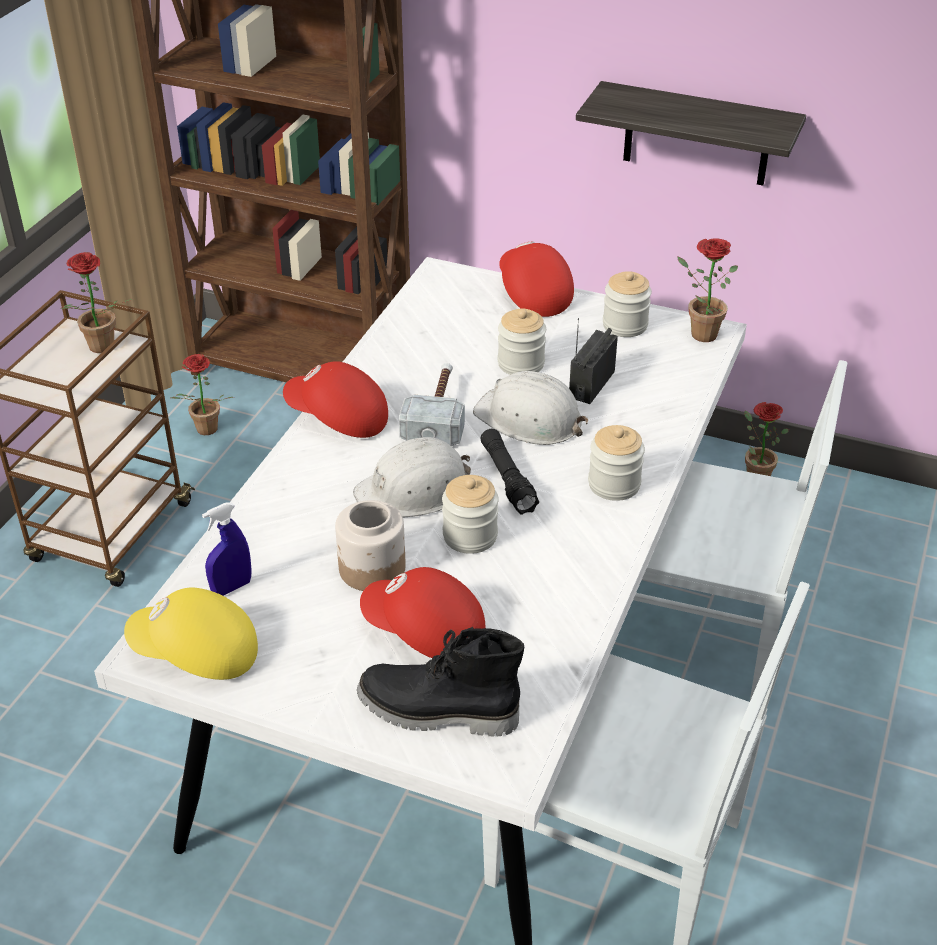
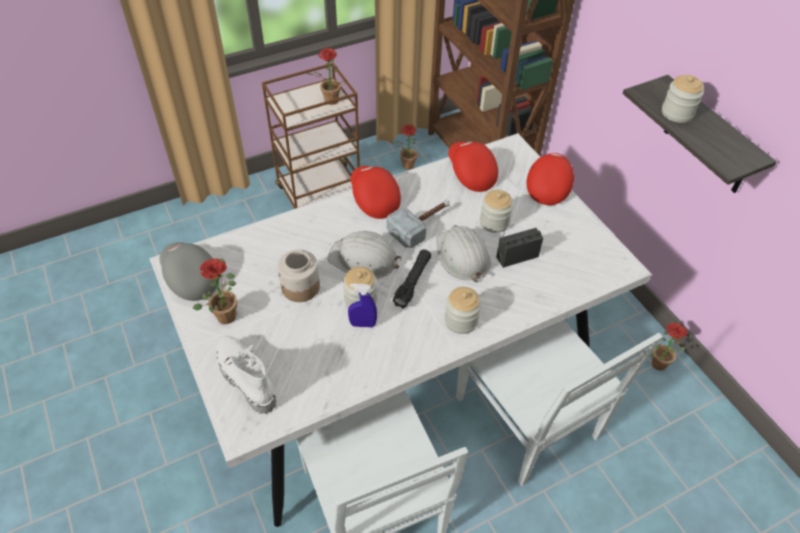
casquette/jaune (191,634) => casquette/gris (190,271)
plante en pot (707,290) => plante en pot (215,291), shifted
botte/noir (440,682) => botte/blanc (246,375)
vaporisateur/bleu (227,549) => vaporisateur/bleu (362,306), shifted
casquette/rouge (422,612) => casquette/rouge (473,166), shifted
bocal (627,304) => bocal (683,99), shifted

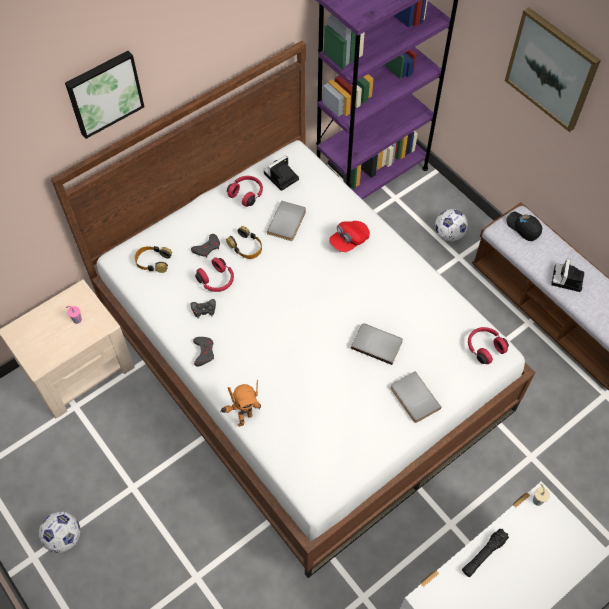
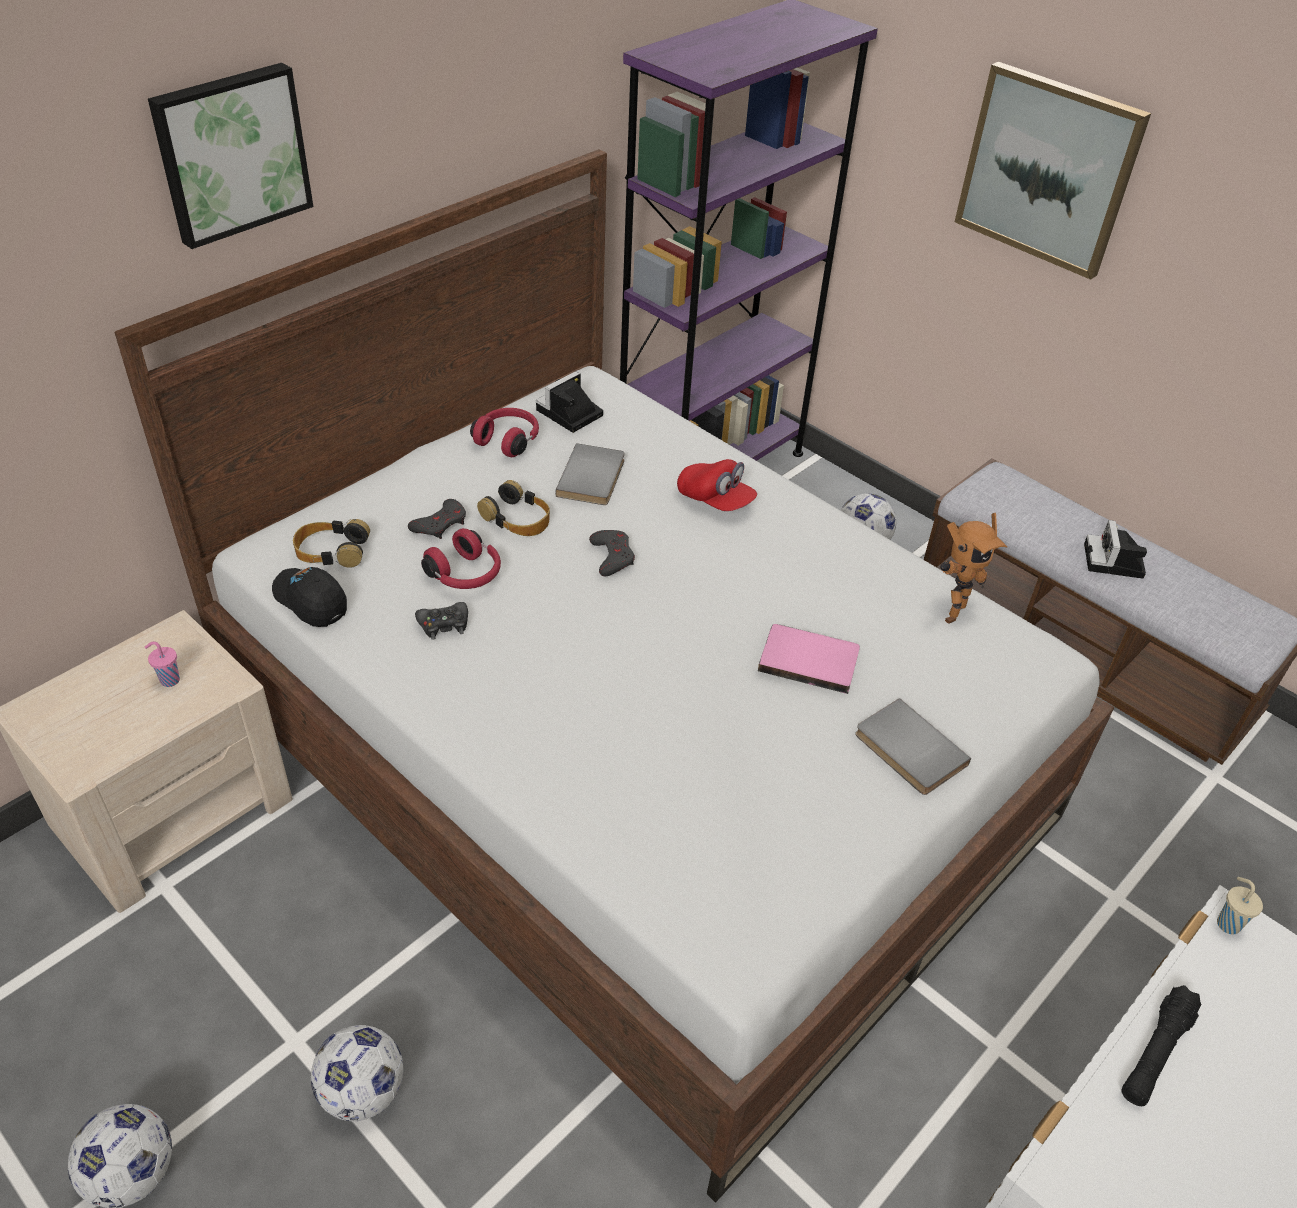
casquette/noir (524,226) => casquette/noir (309,597), shifted
nothing => ballon de foot (357,1073)
manette/gris (203,351) => manette/gris (612,553), shifted
casquette/rouge (349,236) => casquette/rouge (717,485), 90 degrees counterclockwise
livre/gris (377,344) => livre/rose (809,659)
robot jouet (240,403) => robot jouet (973,568), shifted
casque audio/rouge (488,345) => nothing

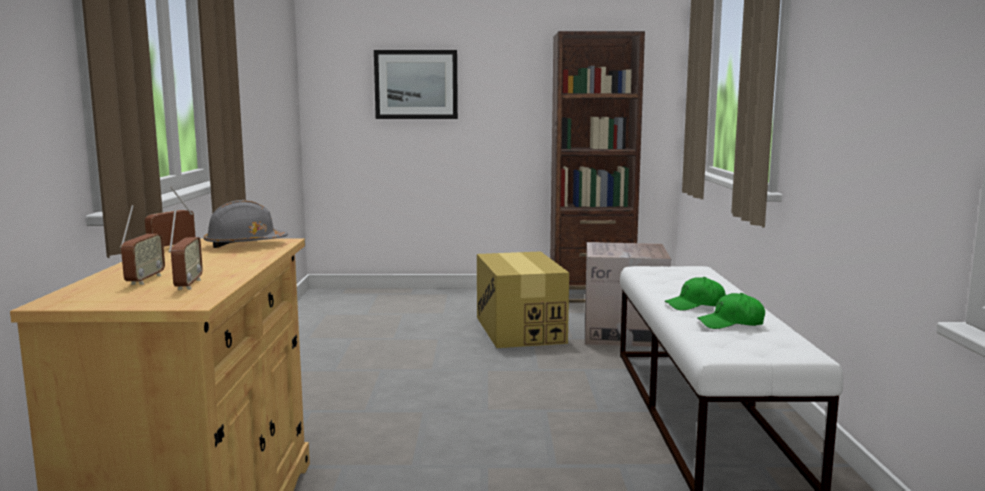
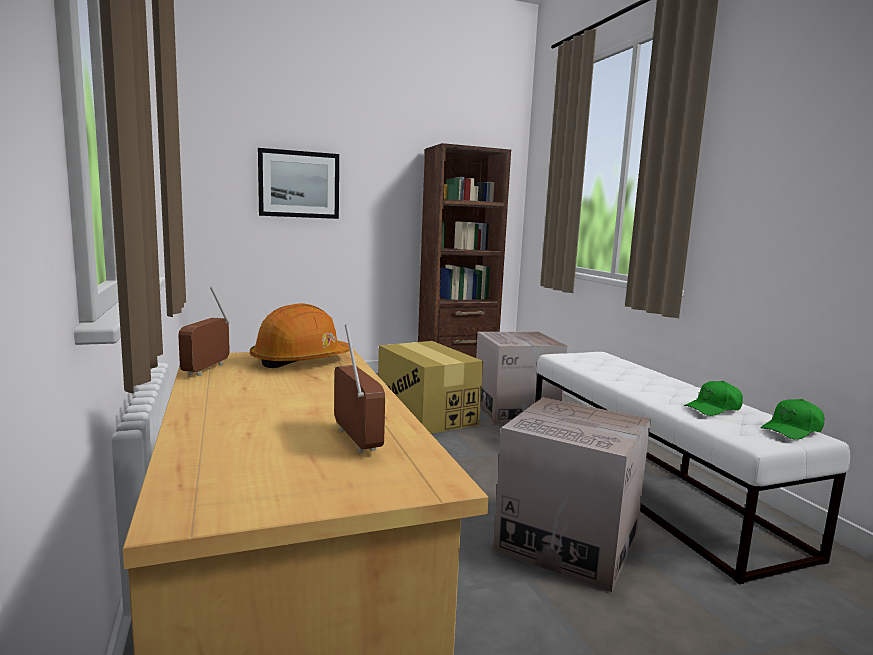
casque de chantier/gris (246,224) => casque de chantier/orange (300,335)
nothing => carton (572,495)
casquette/vert (695,293) => casquette/vert (792,419), shifted
radio (142,245) => nothing

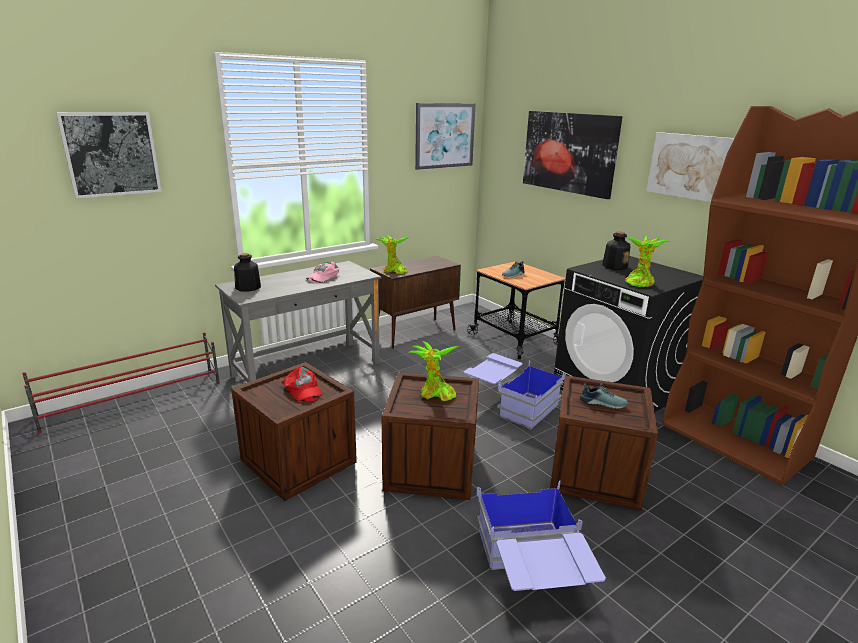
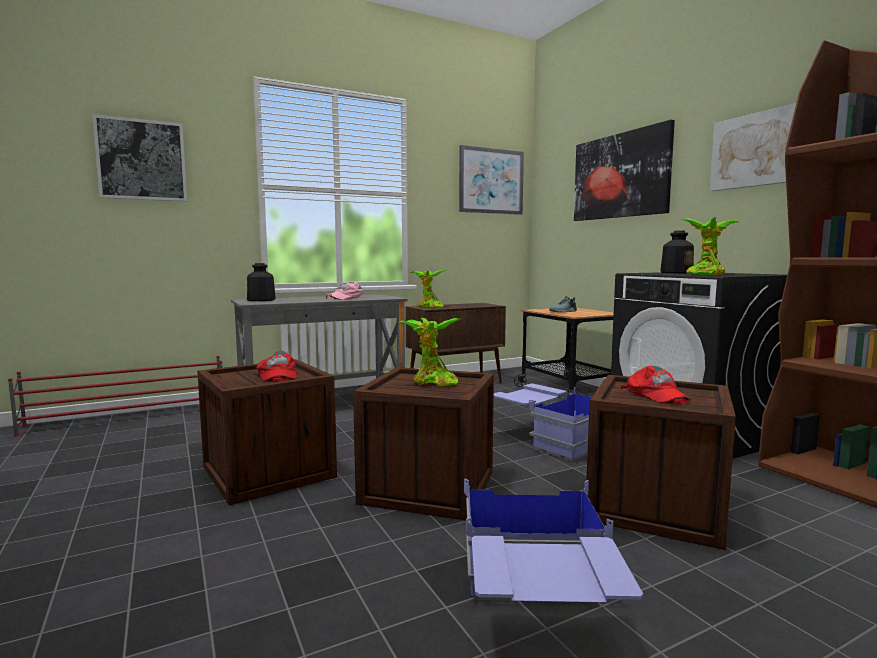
chaussure (604,396) => casquette/rouge (656,385)

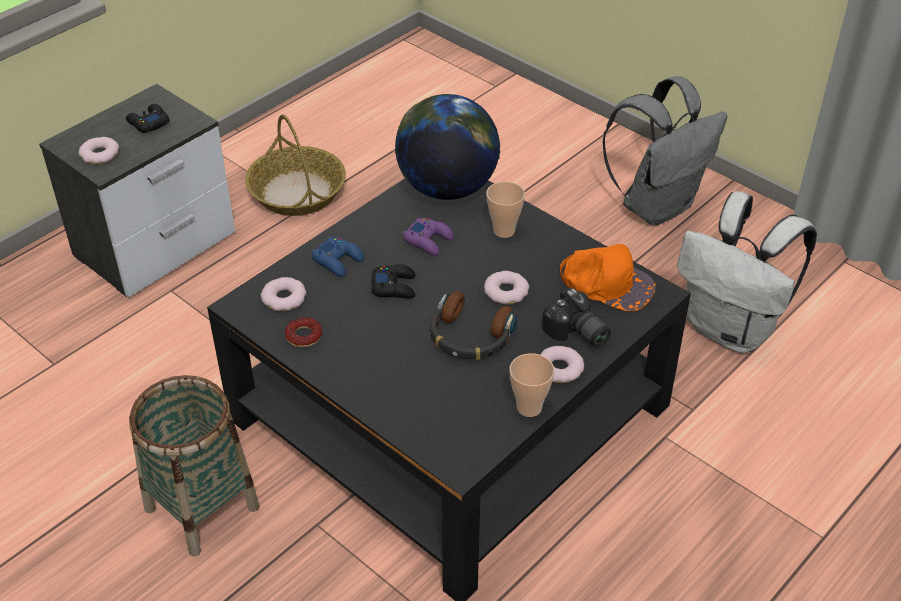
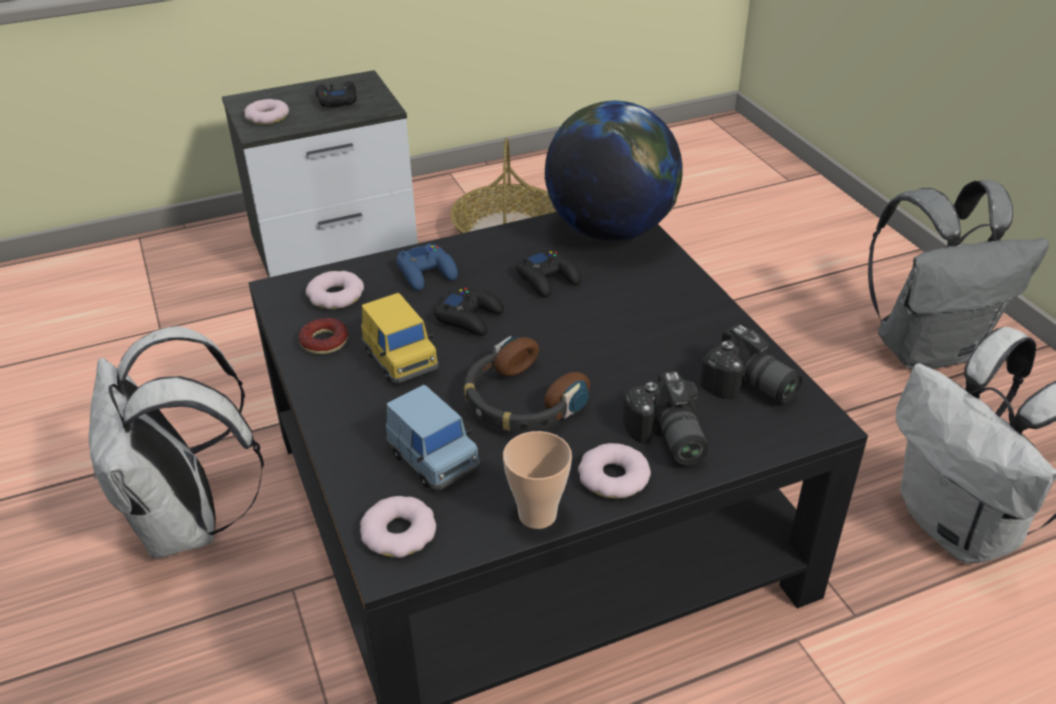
panier (194,465) => sac à dos/blanc (176,442)
beignet (506,287) => beignet (398,527), shifted
nothing => petite voiture/jaune (400,338)
nothing => petite voiture/bleu (433,437)
manette/violet (428,237) => manette/noir (548,273)
casquette/orange (608,278) => appareil photo (751,363)
tasse (505,209) => nothing

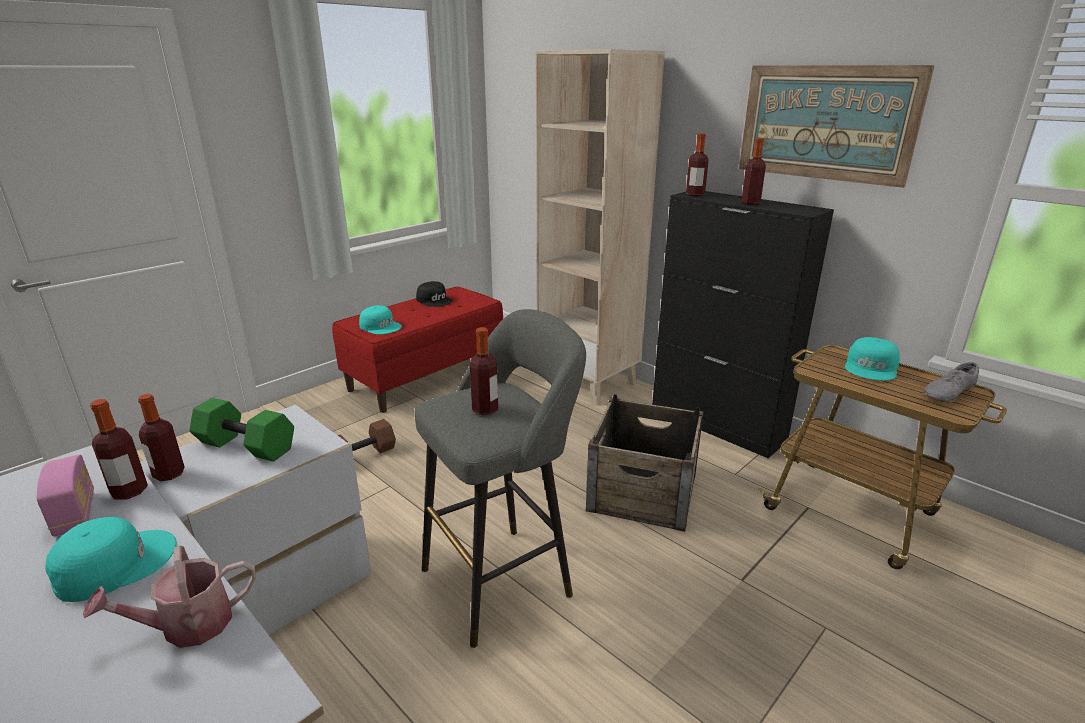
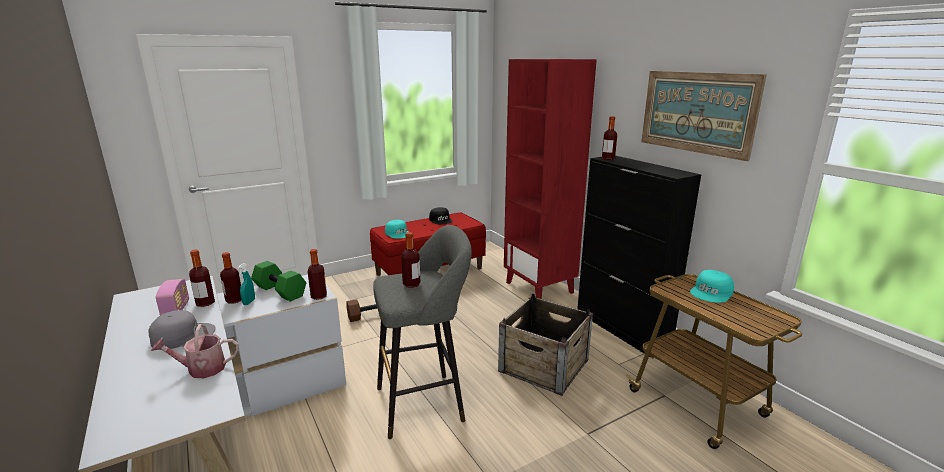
casquette/turquoise (111,559) => casquette/gris (182,330)
nothing => vaporisateur/turquoise (246,284)
bouteille (753,171) => bouteille (317,274), shifted
bibliothèque/beige (600,227) => bibliothèque/rouge (550,179)
chaussure/gris (951,382) => nothing

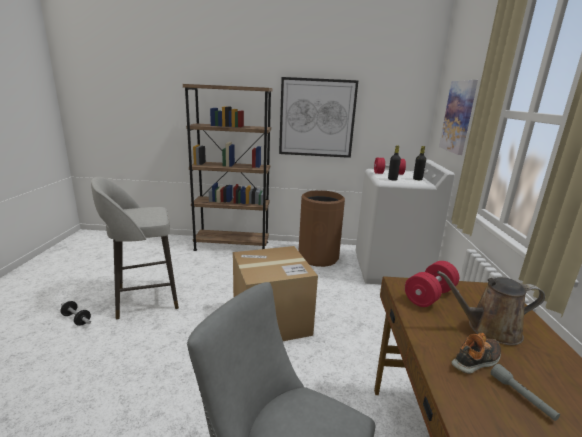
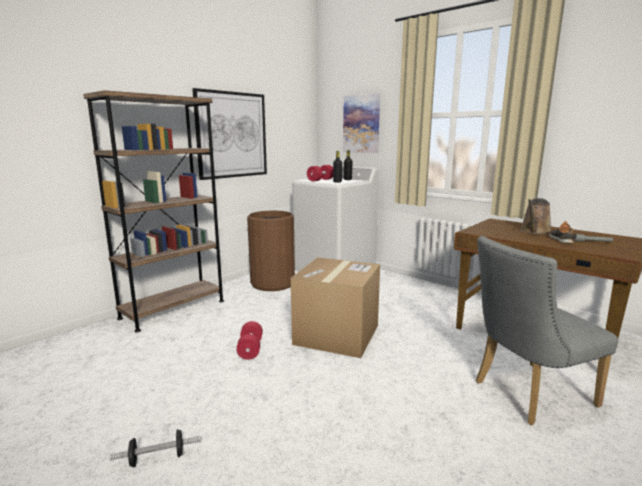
haltère/rouge (432,284) => haltère/rouge (249,340), shifted
tabouret/gris (135,248) => nothing

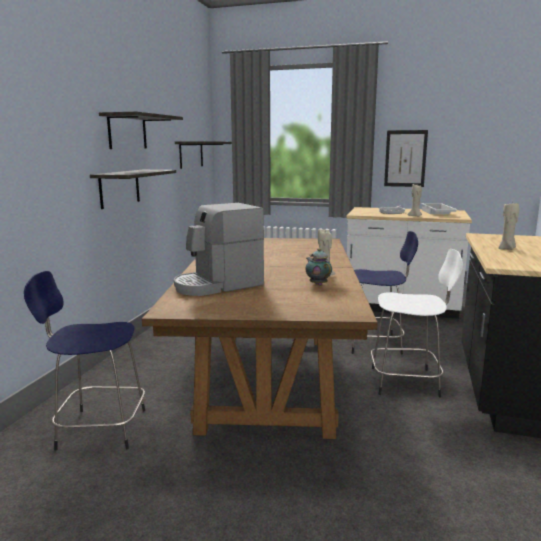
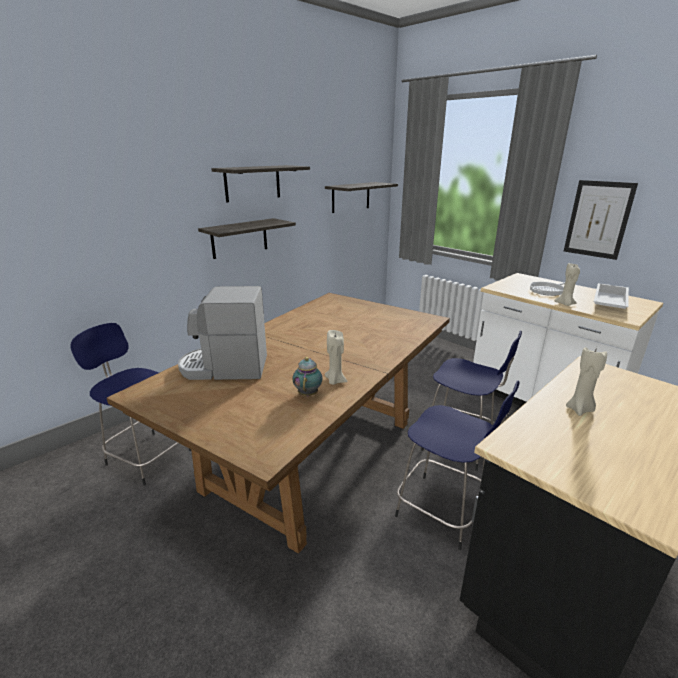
tabouret/blanc (417,323) => tabouret/bleu (457,465)

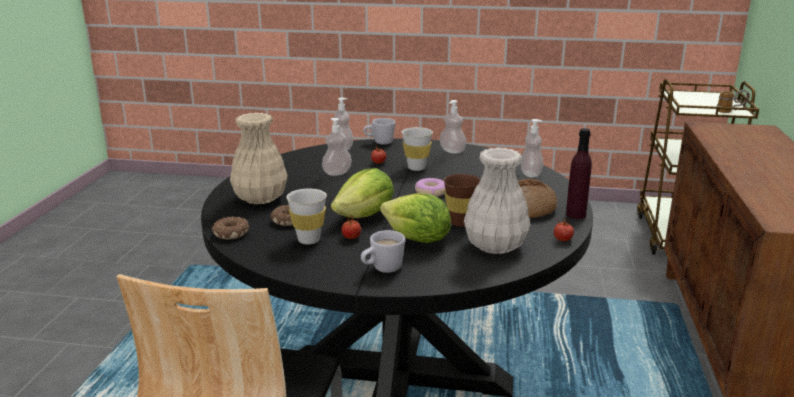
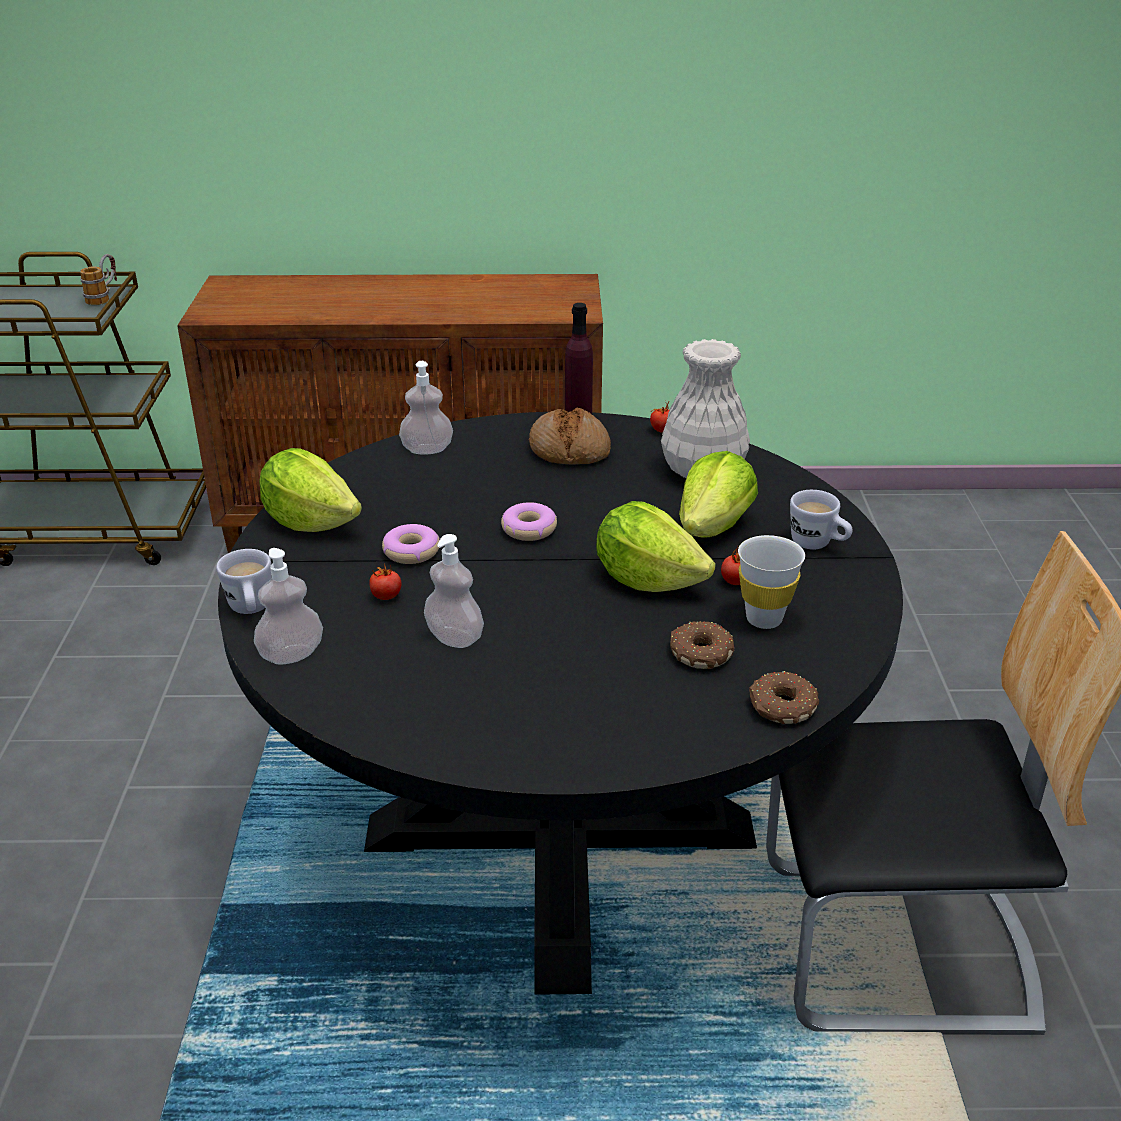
distributeur de savon (453,126) => laitue (310,490)
tasse/blanc (417,149) => beignet (411,544)
vase/beige (259,158) => nothing
tasse/marron (462,200) => nothing

